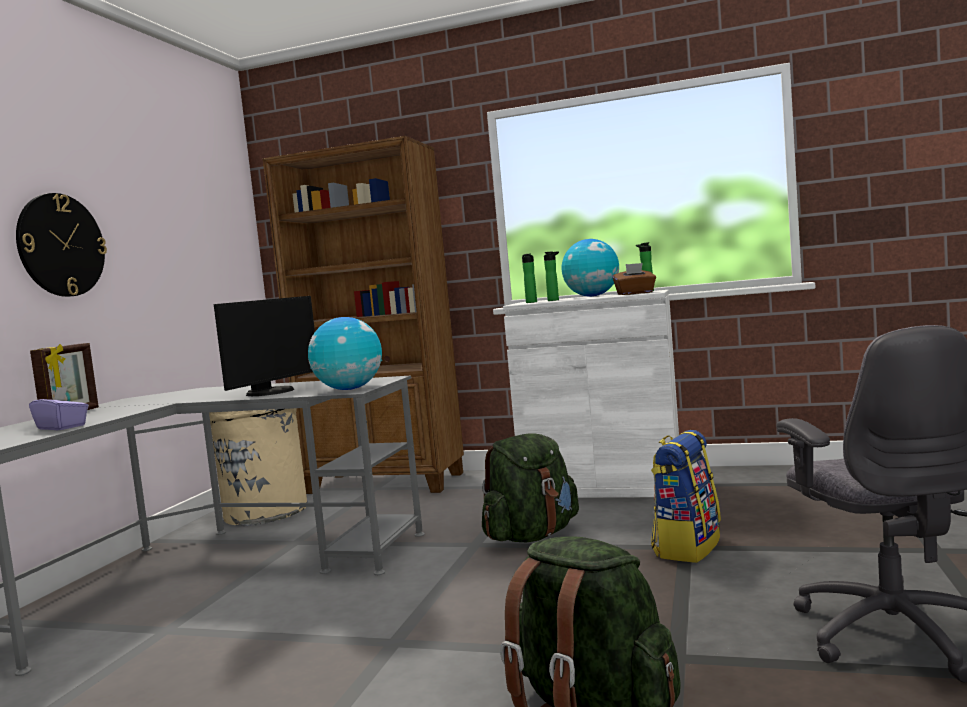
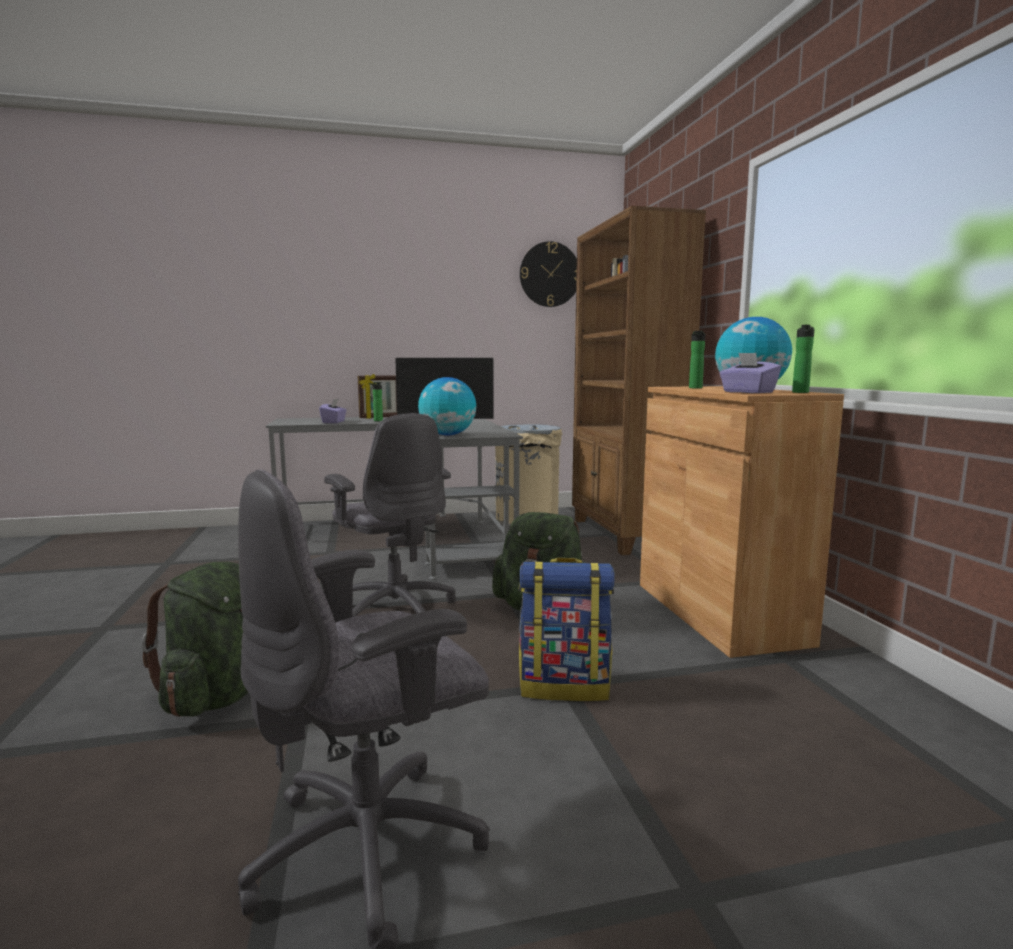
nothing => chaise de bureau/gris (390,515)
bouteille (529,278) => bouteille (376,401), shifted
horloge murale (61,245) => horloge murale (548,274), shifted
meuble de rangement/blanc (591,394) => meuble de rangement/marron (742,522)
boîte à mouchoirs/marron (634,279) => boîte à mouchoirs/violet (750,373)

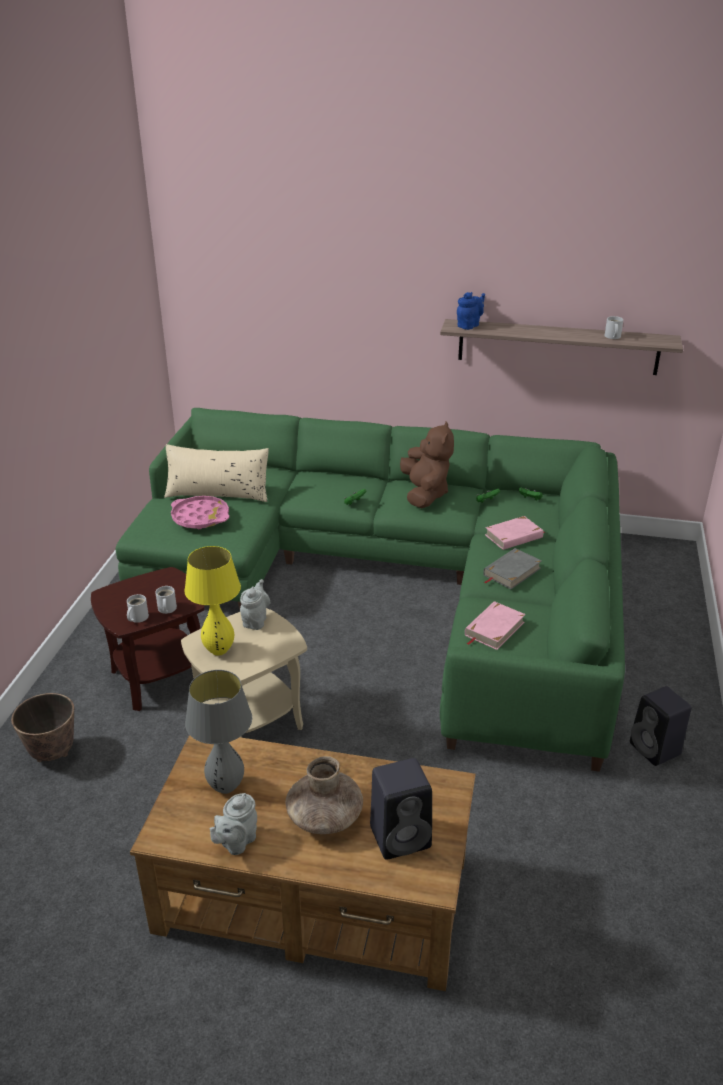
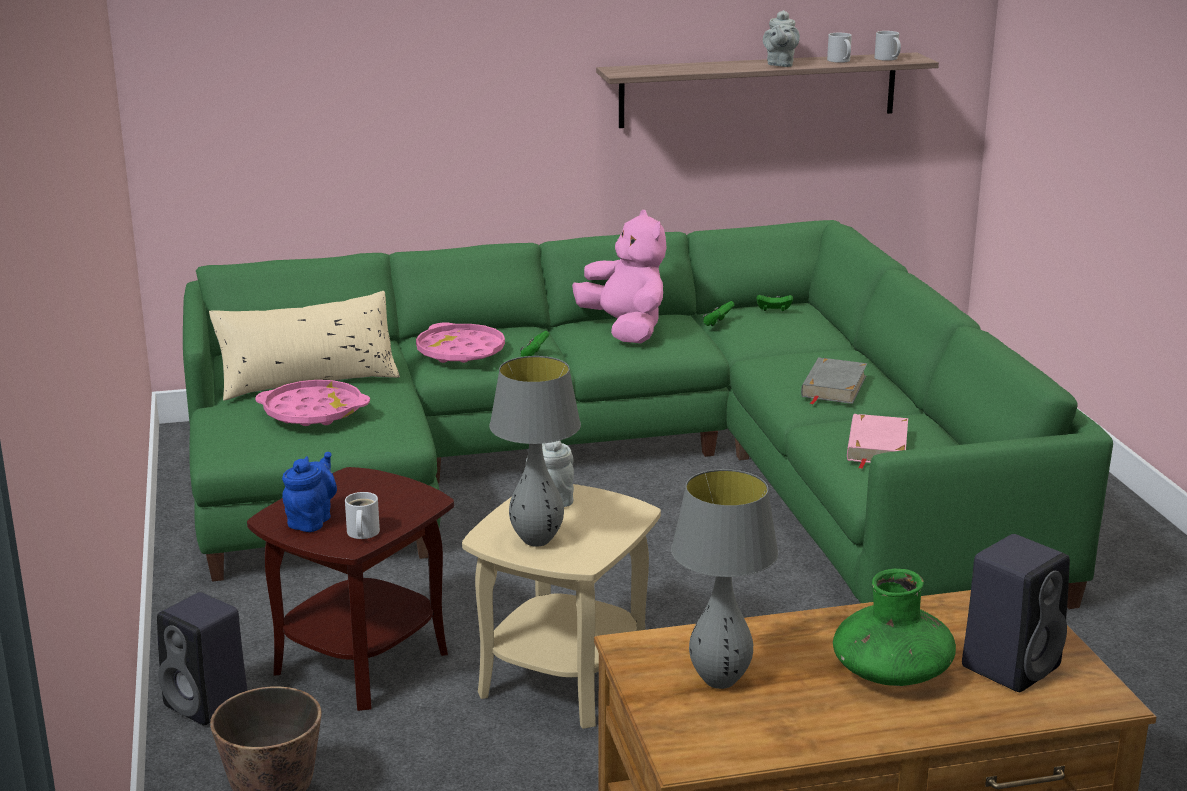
enceinte/noir (661,726) => enceinte/noir (202,658), shifted
théière/bleu (471,311) => théière/bleu (309,492), shifted
nothing => plateau/rose (460,342)
lampe de table/jaune (212,601) => lampe de table/gris (535,451)
peluche/marron (427,465) => peluche/rose (619,276)
théière/gris (233,824) => théière/gris (781,38), shifted
vase/marron (324,795) => vase/vert (894,627)
mug/blanc (166,600) => mug/blanc (887,46), shifted
livre/rose (515,533) => nothing

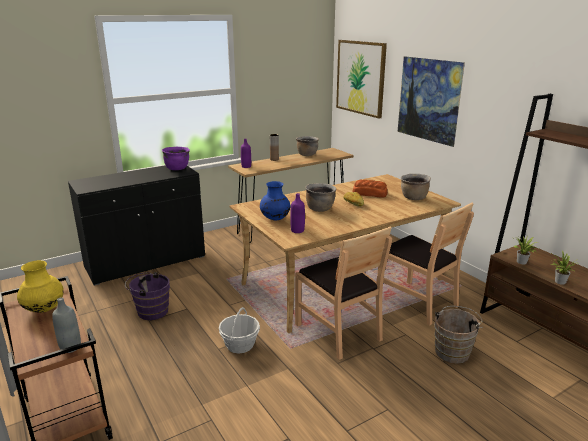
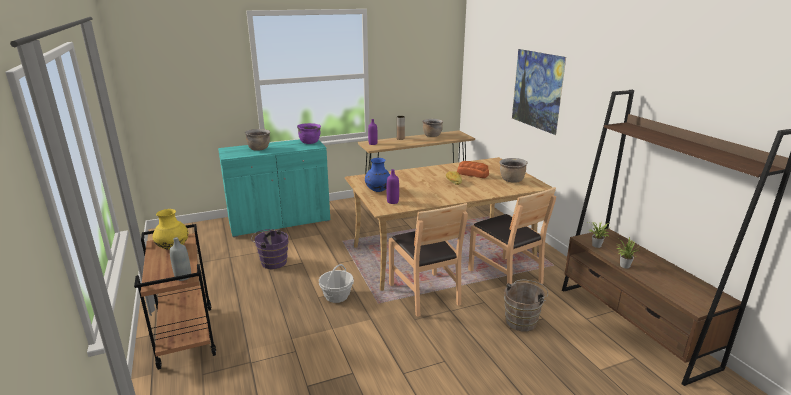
meuble de rangement/noir (136,225) => meuble de rangement/turquoise (274,188)
marmite/marron (321,197) => marmite/marron (257,140), shifted
tableau (361,79) => nothing

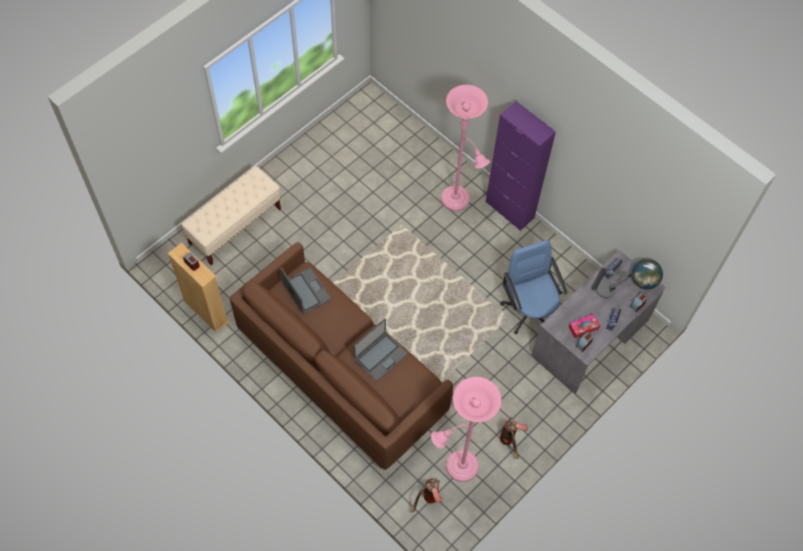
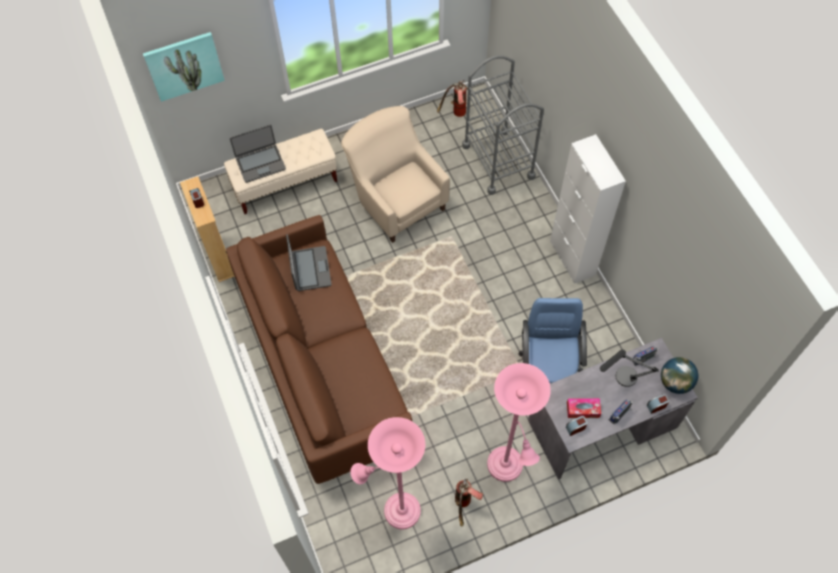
nothing => tableau (184,67)
ordinateur portable (380,350) => ordinateur portable (258,154), shifted
nothing => fauteuil/beige (395,174)
extincteur (427,495) => extincteur (452,98), shifted
nothing => chariot/gris (503,125)
lampadaire/rose (465,148) => lampadaire/rose (519,422), shifted
meuble de rangement/violet (521,166) => meuble de rangement/blanc (588,209)

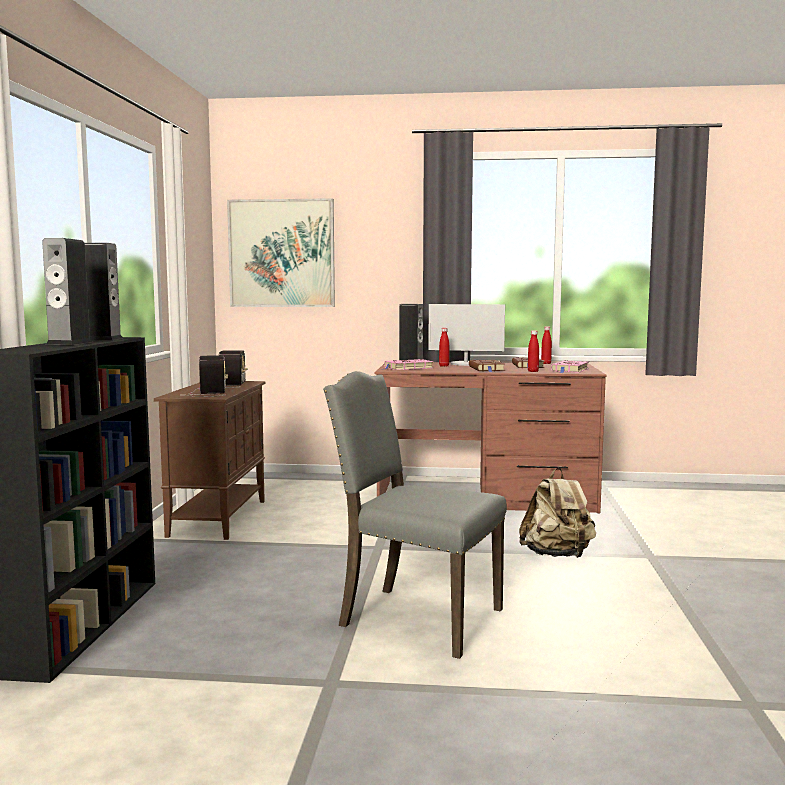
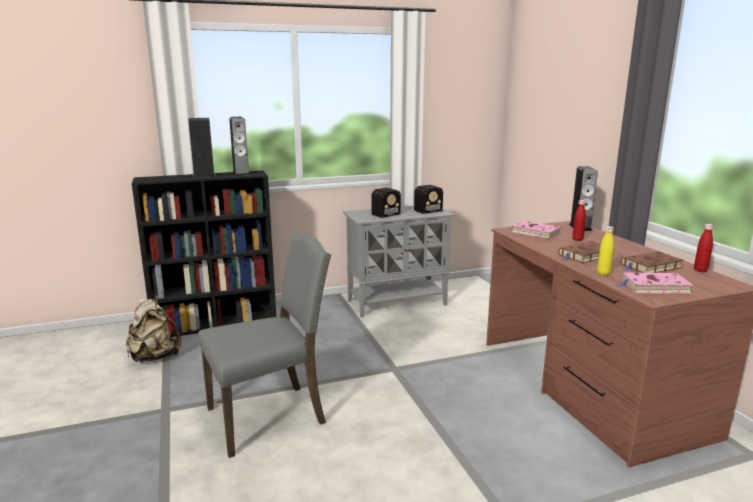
sac à dos/beige (557,513) => sac à dos/beige (154,328), shifted
chaise/gris (415,515) => chaise/gris (264,345), 60 degrees clockwise
meuble de rangement/marron (210,460) => meuble de rangement/gris (399,262)
bouteille/rouge (533,351) => bouteille/jaune (605,251)
tableau (281,252) => nothing
écran d'ordinateur (466,335) => nothing

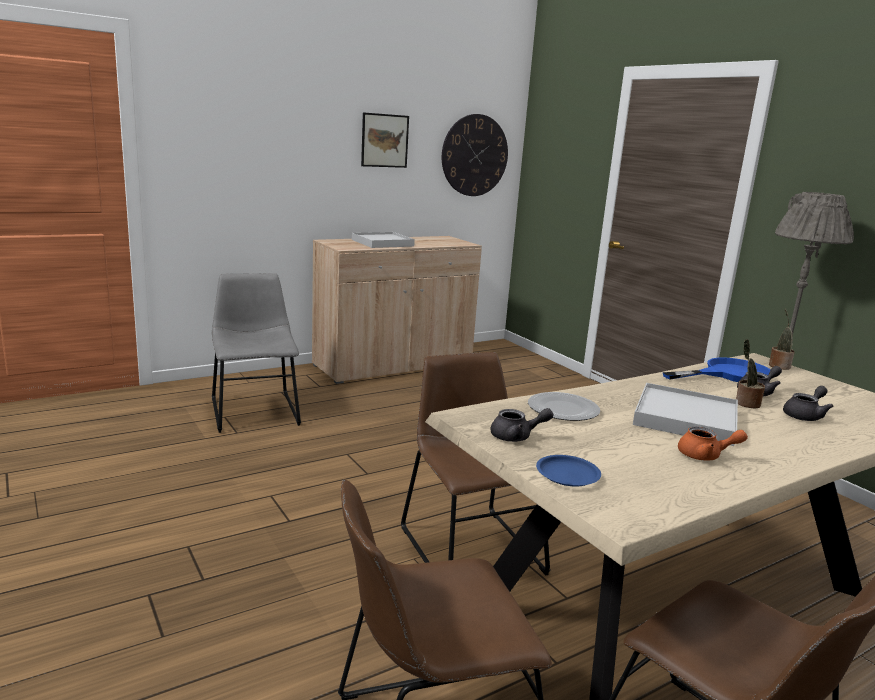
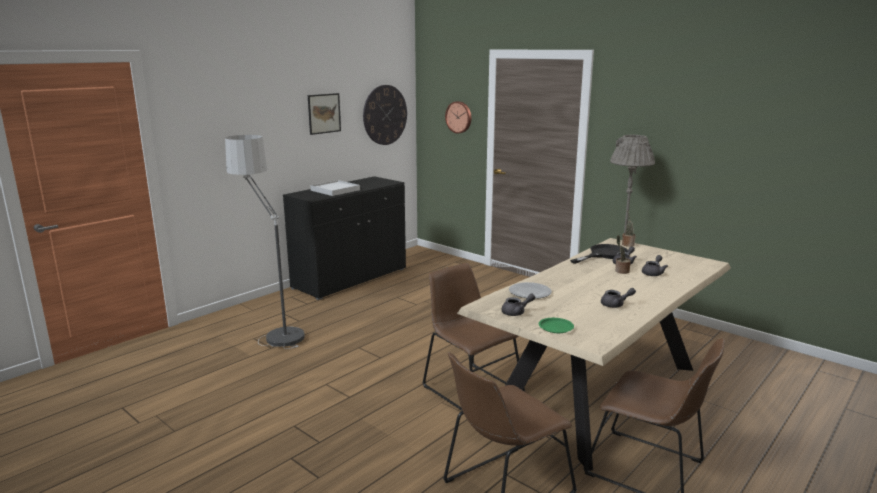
chaise/gris (256,353) => lampadaire (265,242)
meuble de rangement/beige (397,310) => meuble de rangement/noir (344,238)
nothing => horloge murale (458,117)
assiette/bleu (568,471) => assiette/vert (556,325)
poêle/bleu (716,370) => poêle/noir (599,254)
théière/orange (713,444) => théière/gris (618,298)
plateau/blanc (685,414) => nothing

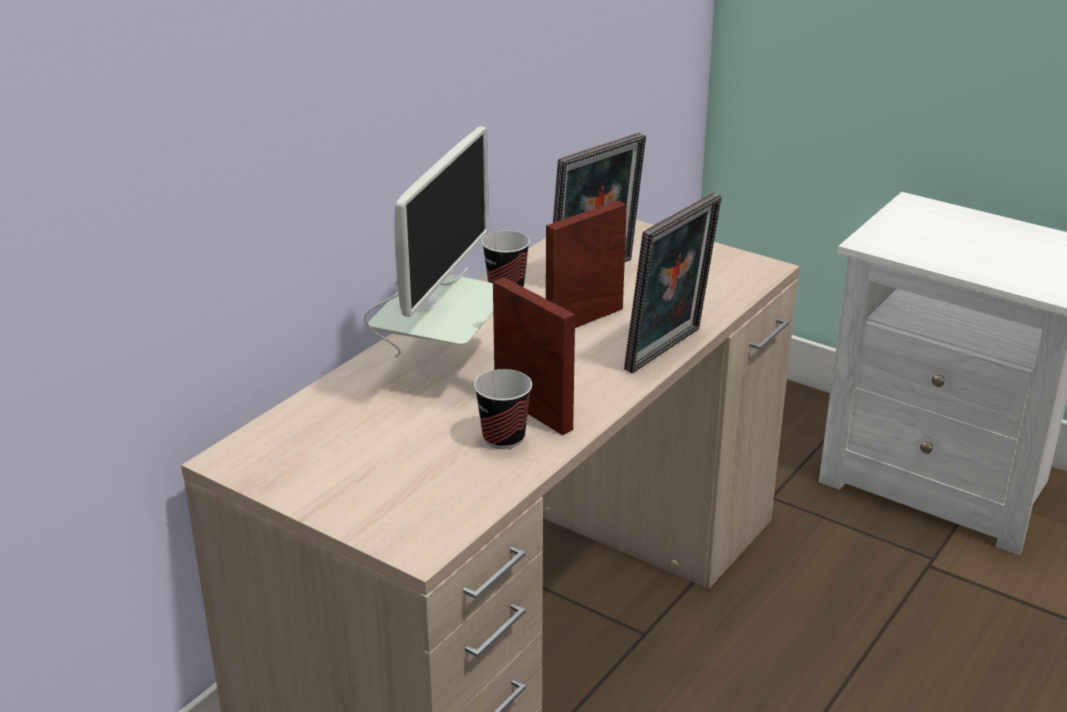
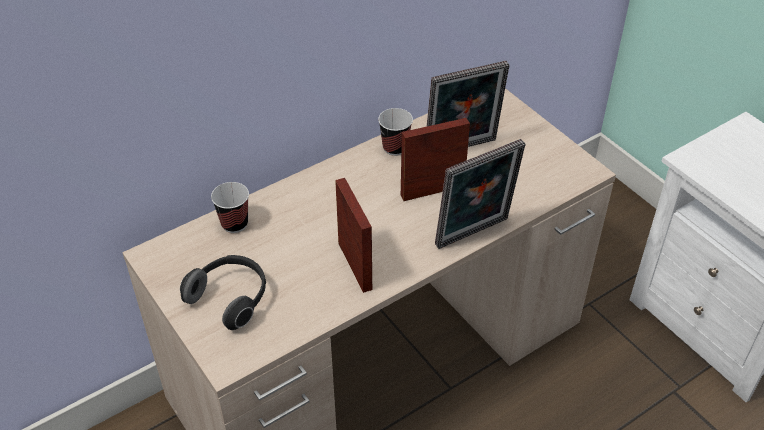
nothing => casque audio (223,292)
tasse (503,409) => tasse (230,207), shifted
écran d'ordinateur (428,241) => nothing

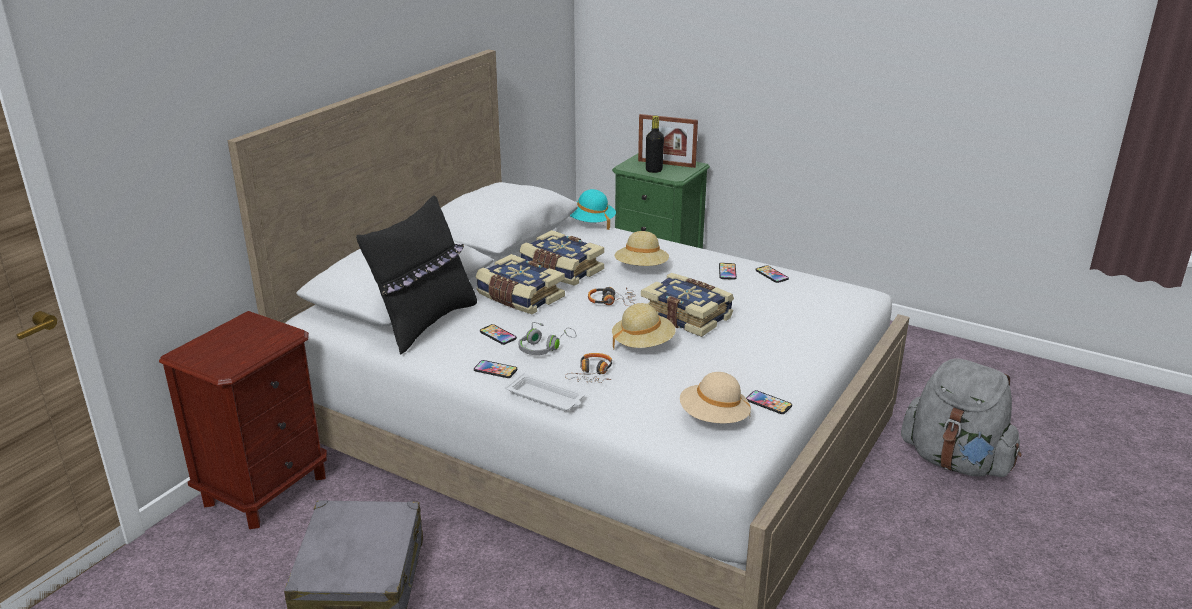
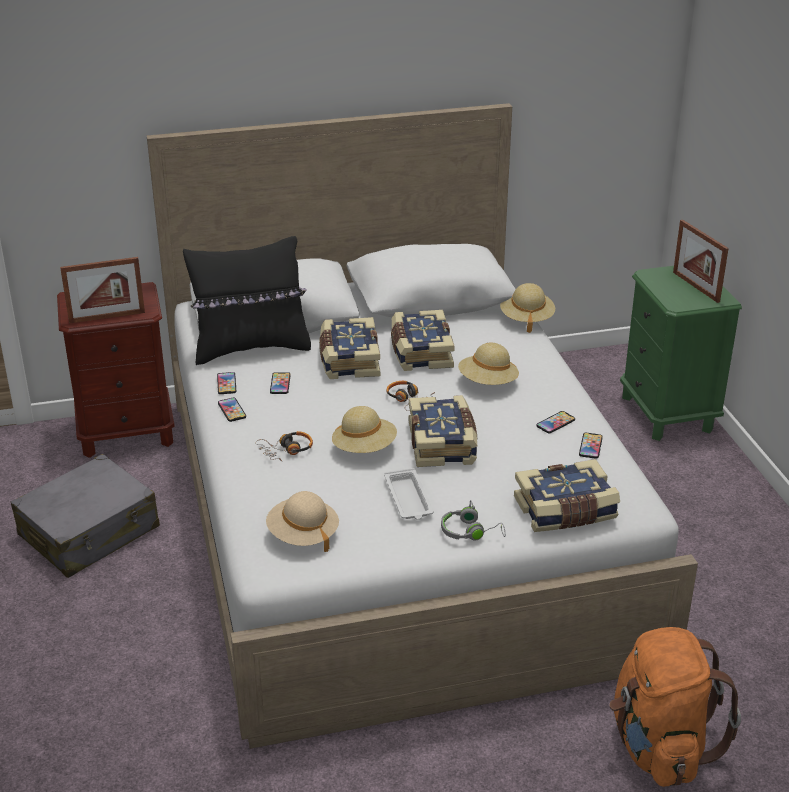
nothing => cadre photo (102,290)
téléphone (769,402) => téléphone (226,383), shifted
plateau/blanc (544,392) => plateau/blanc (409,494), shifted
casque audio/gris (547,338) => casque audio/gris (473,520), shifted
chapeau/turquoise (593,209) => chapeau/beige (527,308)
nothing => livre (567,495)
sac à dos/gris (961,417) => sac à dos/orange (675,707)
bouteille/noir (655,144) => nothing

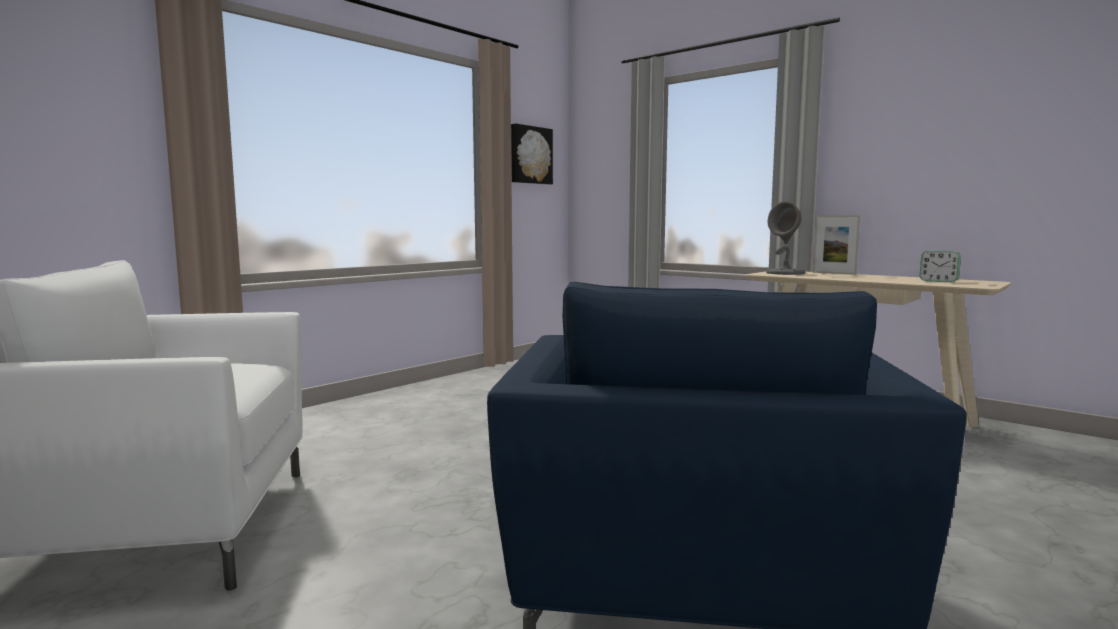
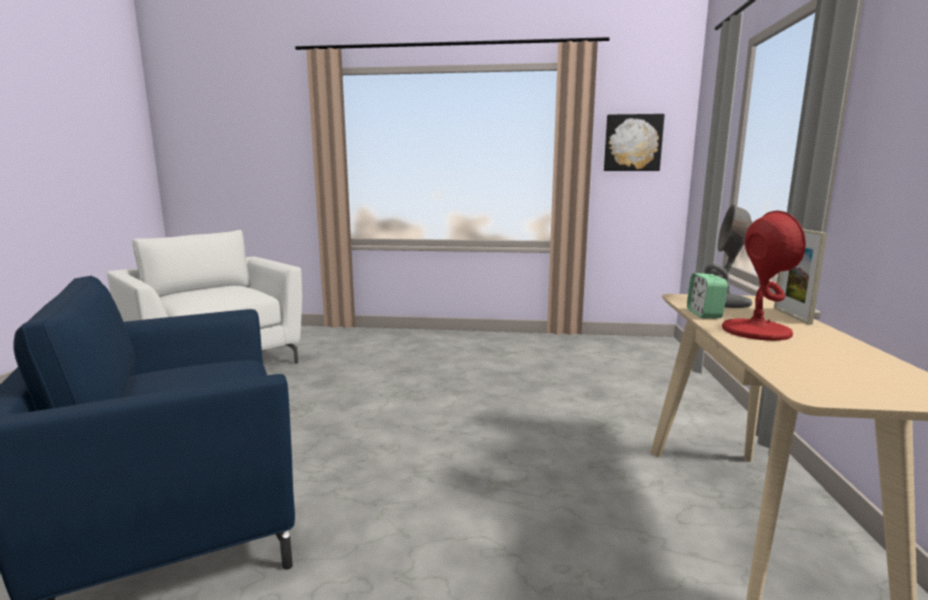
réveil (940,266) => réveil (707,295), shifted
nothing => lampe de table/rouge (764,275)

